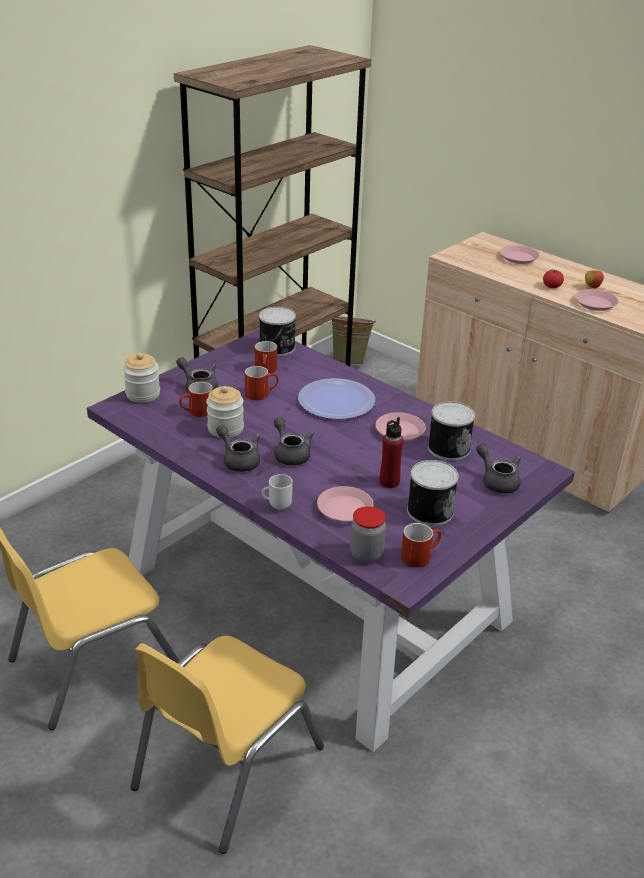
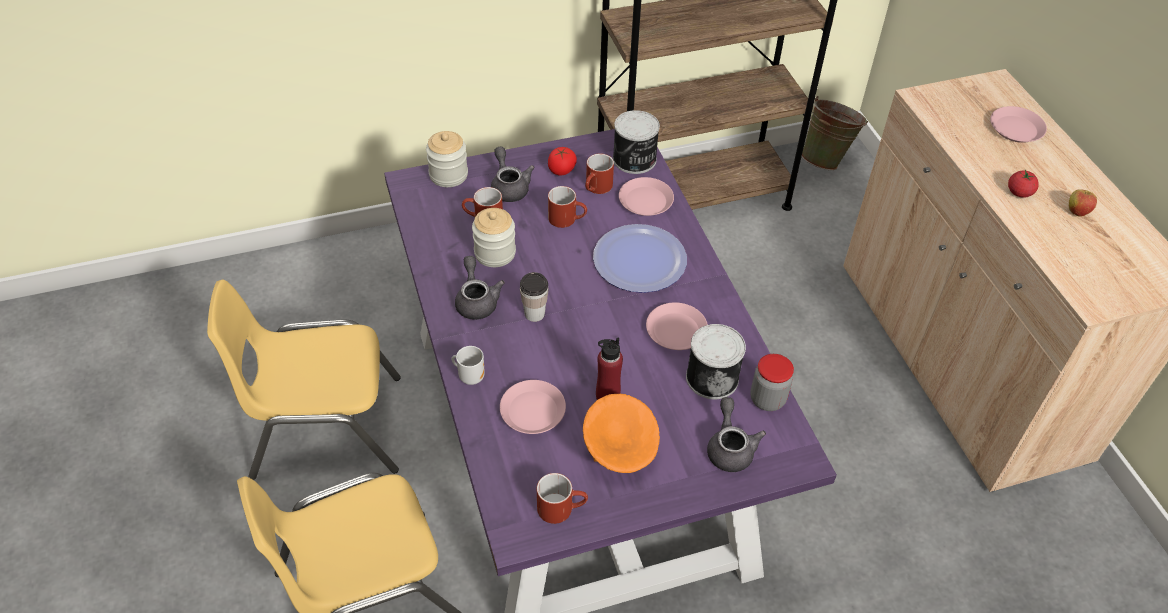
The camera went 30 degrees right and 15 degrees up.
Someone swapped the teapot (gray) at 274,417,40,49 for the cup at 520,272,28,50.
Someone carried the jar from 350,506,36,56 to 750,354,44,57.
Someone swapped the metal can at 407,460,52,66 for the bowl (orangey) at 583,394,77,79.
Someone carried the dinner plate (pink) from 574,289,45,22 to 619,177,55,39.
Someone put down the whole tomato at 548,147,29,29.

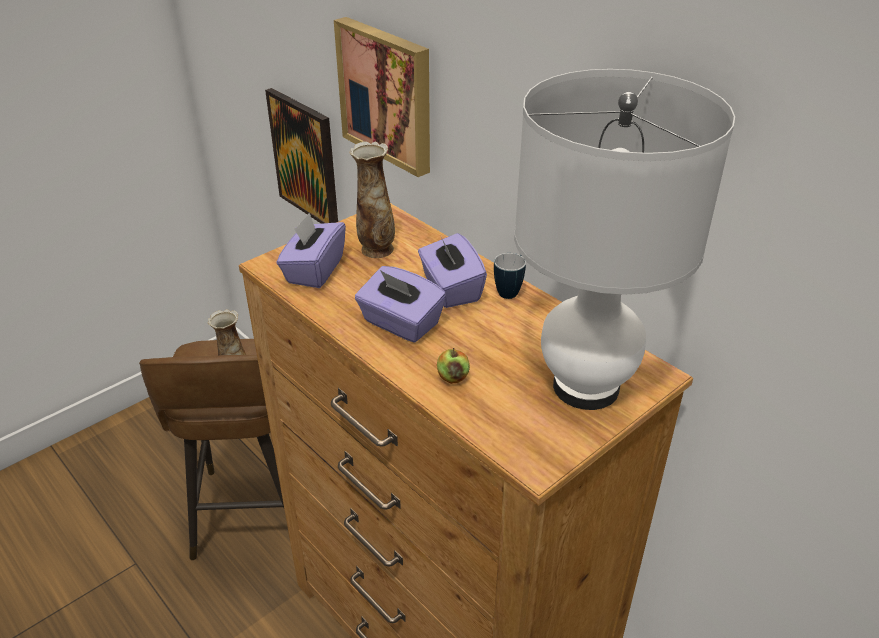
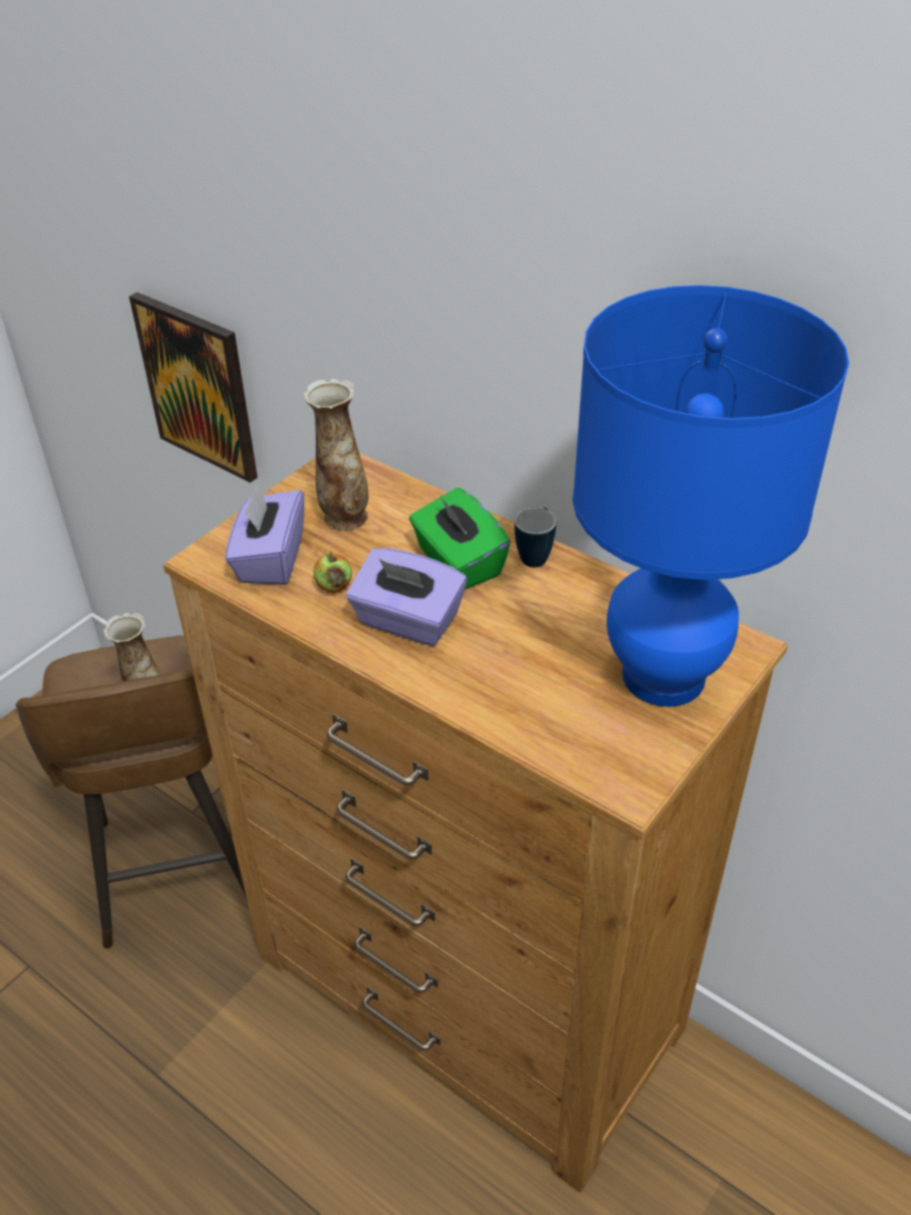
The camera went 10 degrees left and 5 degrees up.
Someone took away the wall art at 334,17,96,160.
Someone repainted the tissue holder (purple-coloured) at 418,233,69,75, which became the tissue holder (green) at 409,488,102,101.
Someone carried the apple from 437,348,33,36 to 313,552,39,41.
Someone repainted the tabletop lamp (whitish) at 514,69,221,341, which became the tabletop lamp (blue-coloured) at 573,285,276,422.

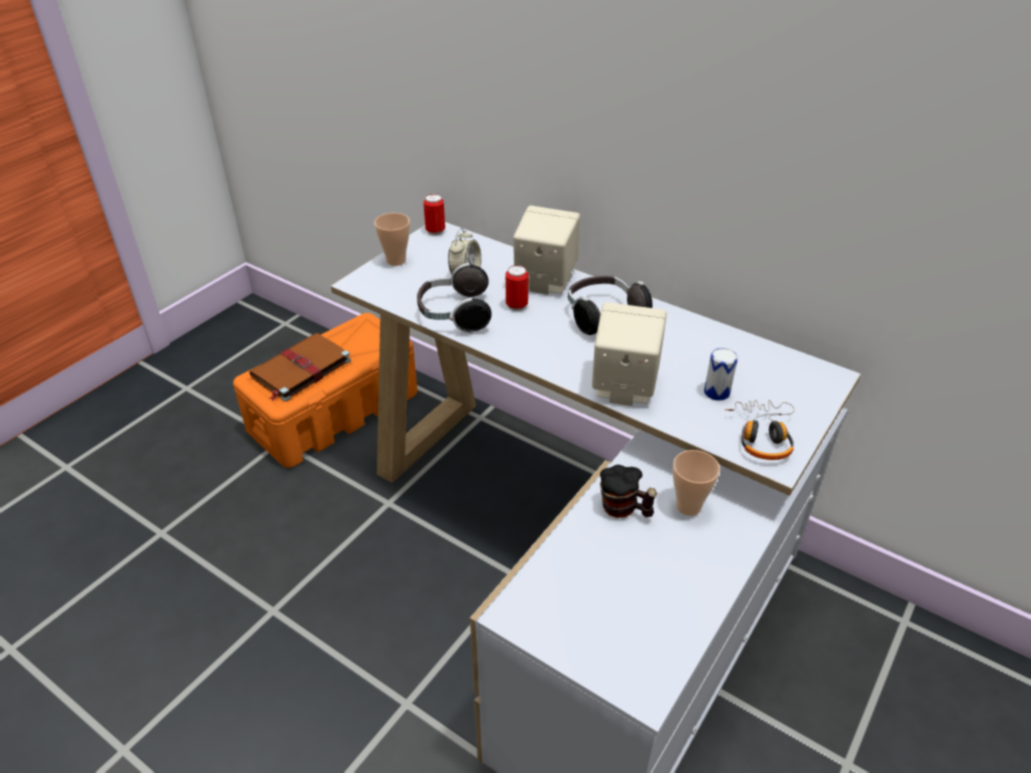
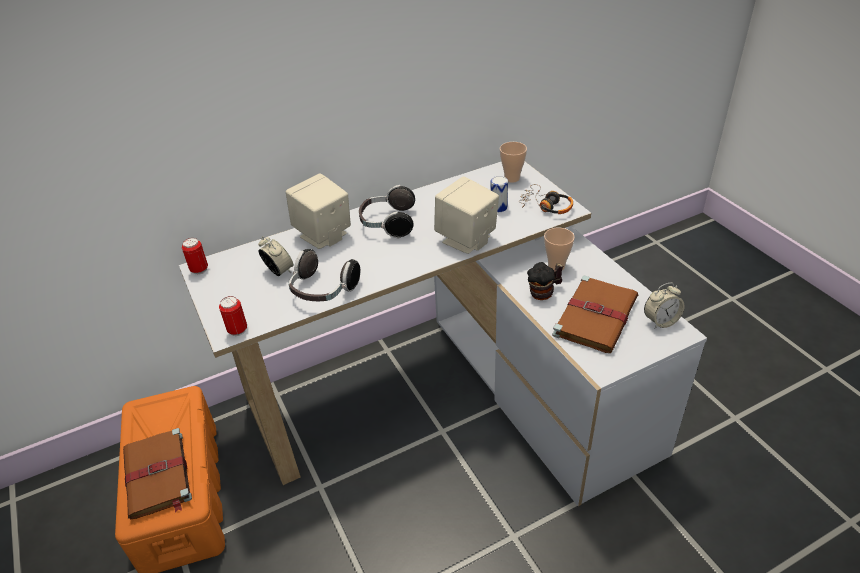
The camera went 60 degrees left and 0 degrees up.
Someone carried the cup from 374,213,36,53 to 500,142,27,41.
Someone carried the metal can from 506,265,23,46 to 219,296,28,40.
Someone put down the volume (brownish) at 552,276,86,77.
Someone put down the bedside clock at 644,283,40,46.

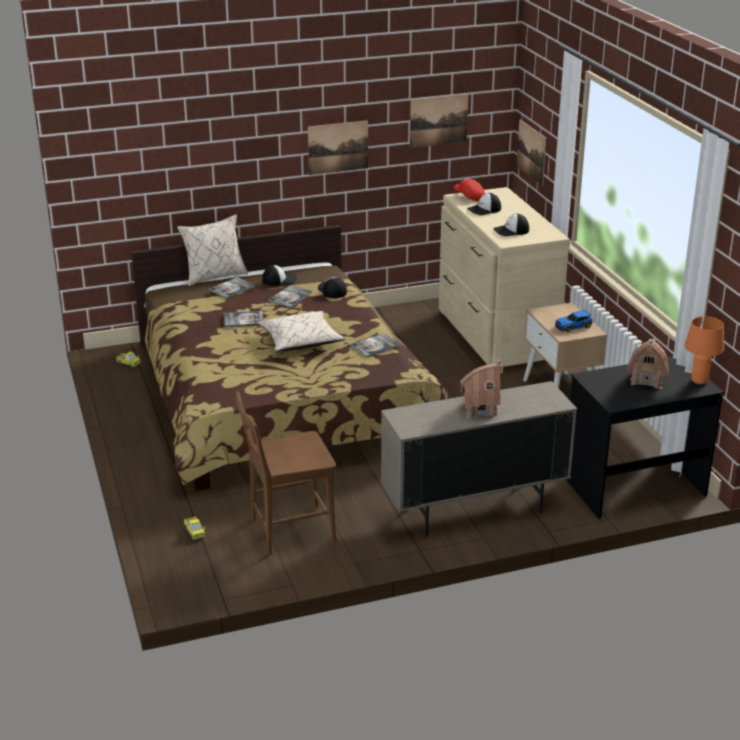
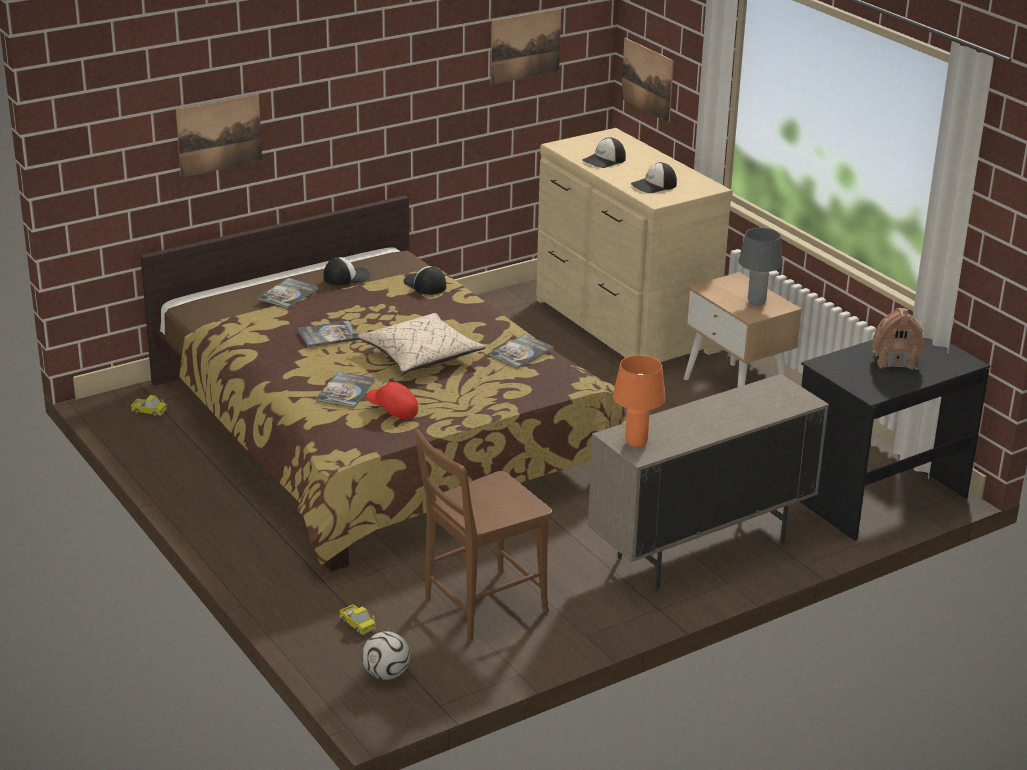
The camera went 15 degrees left and 0 degrees up.
Someone took away the throw pillow (beige-coloured) at 177,214,71,72.
Someone carried the volume from 268,285,44,23 to 316,372,60,36.
Someone carried the wall art from 308,120,60,55 to 176,94,86,84.
Someone carried the cap (red-coloured) from 454,179,31,22 to 367,382,51,37.
Someone took away the toy house at 460,360,42,58.
Someone swapped the toy car at 555,310,38,22 for the tabletop lamp (gray) at 739,228,44,77.
Someone carried the tabletop lamp (orangey) from 685,316,39,68 to 613,355,53,93.
Someone put down the football ball at 362,631,48,49.

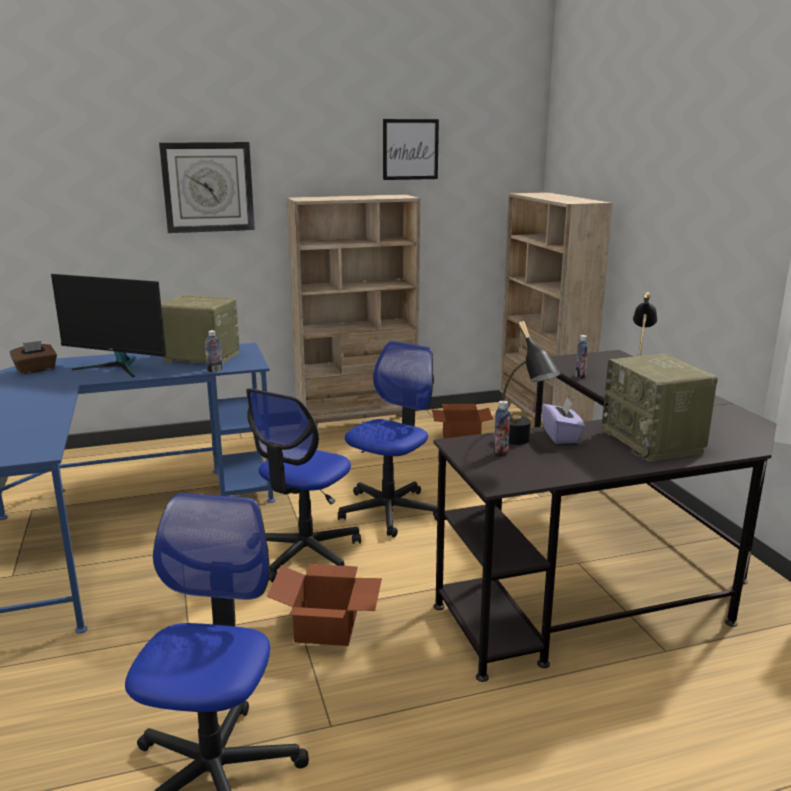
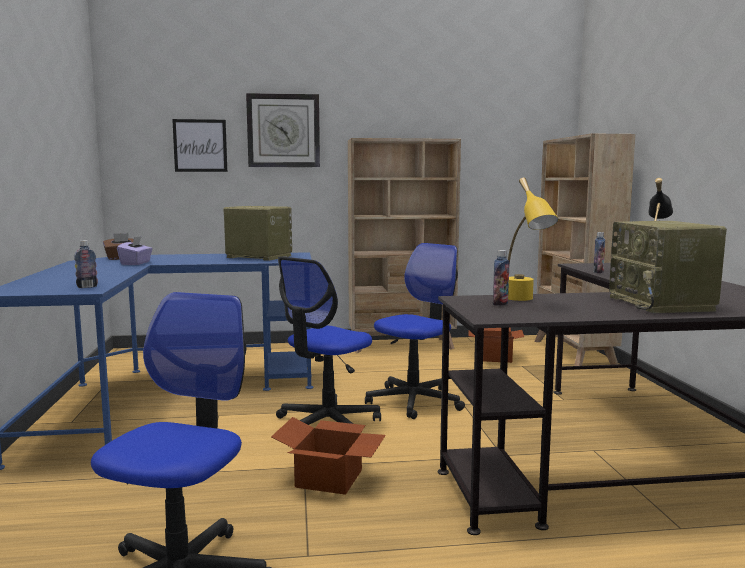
The camera went 10 degrees right and 10 degrees down.
Someone took away the monitor at 51,274,115,103.
Someone carried the beverage bottle from 205,330,18,43 to 74,240,24,48.
Someone carried the wall art from 383,119,56,61 to 172,119,55,53.
Someone repainted the tabletop lamp (black-coloured) at 501,321,60,124, which became the tabletop lamp (yellow) at 508,177,50,124.
Someone carried the tissue holder (purple-coloured) from 542,397,43,47 to 117,236,36,29.

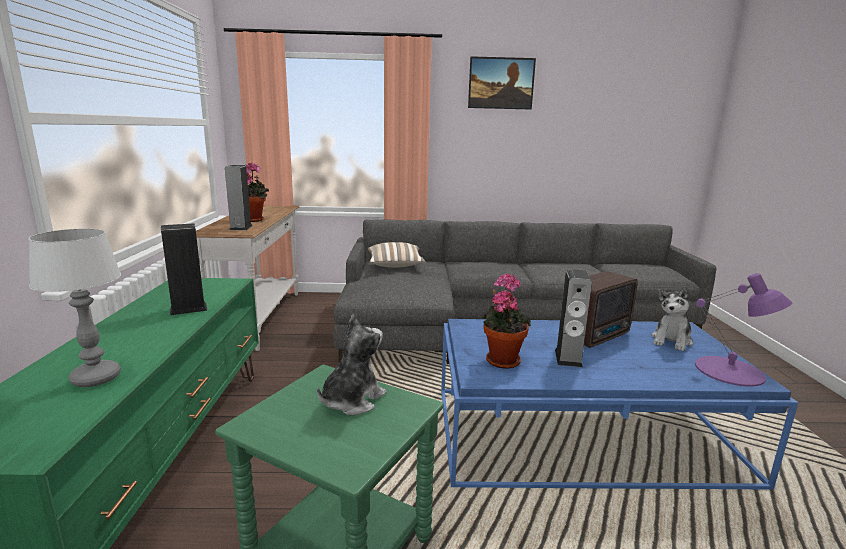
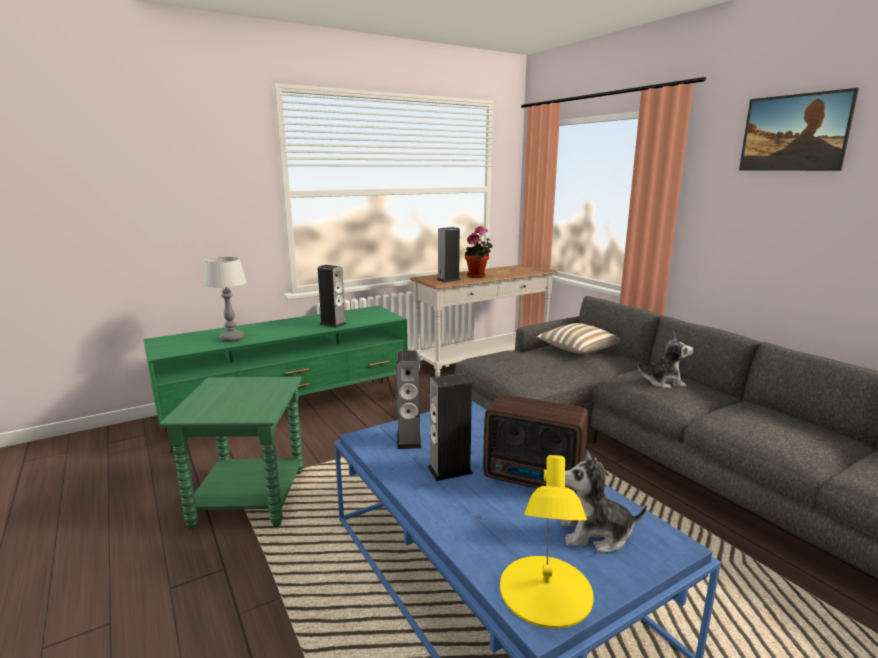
The camera went 60 degrees right and 0 degrees up.
Someone carried the plush toy from 317,314,70,101 to 638,332,55,57.
Someone swapped the potted plant at 482,273,49,95 for the loudspeaker at 397,350,25,99.
Someone repainted the tabletop lamp (purple-coloured) at 695,273,97,114, which became the tabletop lamp (yellow) at 500,455,94,173.

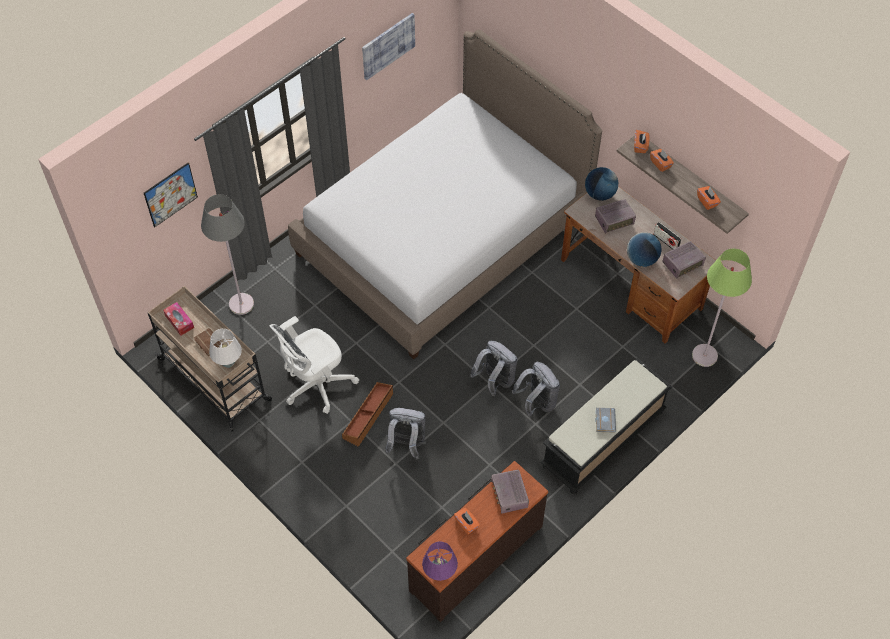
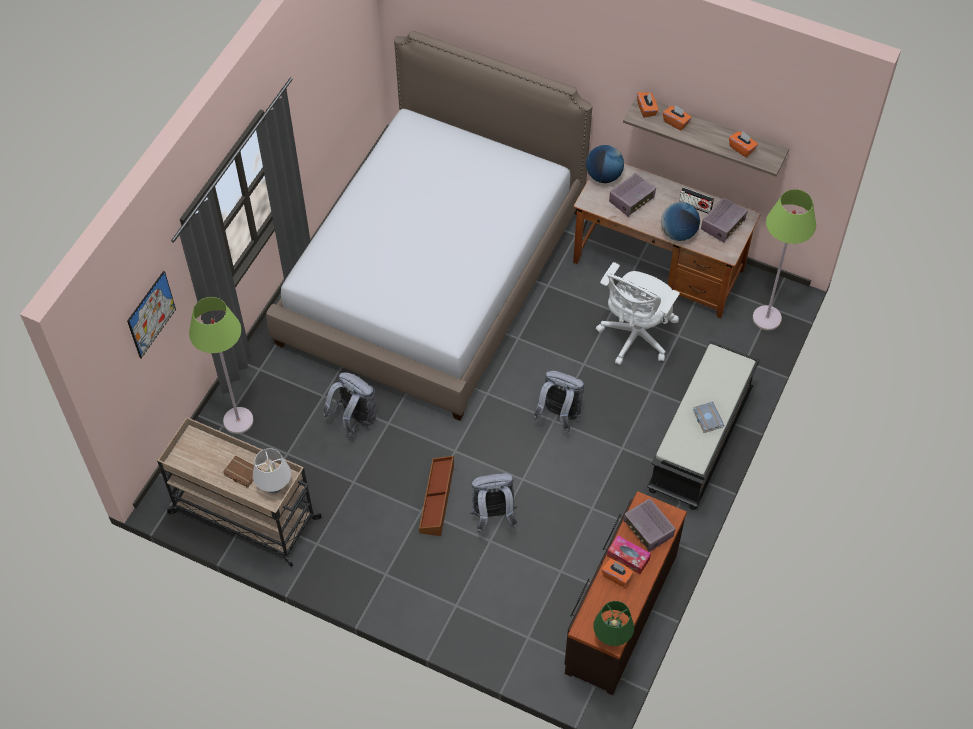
The camera went 20 degrees left and 0 degrees up.
Someone carried the tissue holder from 163,302,31,34 to 607,535,44,39.
Someone repainted the standard lamp (gray) at 201,194,53,121, which became the standard lamp (green) at 189,297,65,137.
Someone carried the office chair (whitish) from 269,316,90,98 to 596,262,84,103.
Someone took away the wall art at 362,13,53,67.
Someone repainted the tabletop lamp (purple-coloured) at 422,541,36,40, which became the tabletop lamp (green) at 593,601,41,45.
Someone carried the backpack (gray) from 512,362,48,55 to 323,372,53,64.

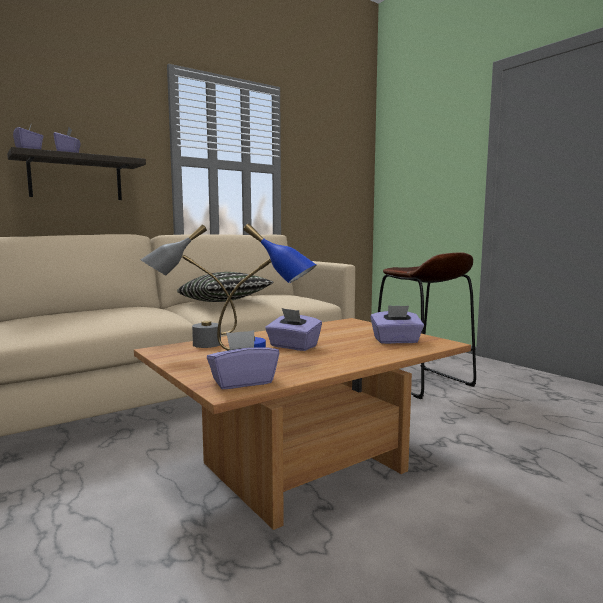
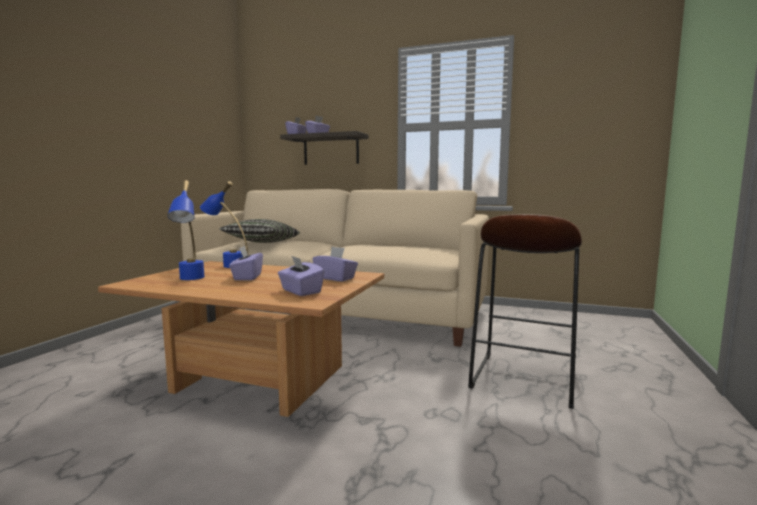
The camera went 55 degrees right and 0 degrees up.
Someone repainted the tabletop lamp (gray) at 141,225,96,123, which became the tabletop lamp (blue-coloured) at 200,181,48,87.
Someone carried the throw pillow from 177,272,97,30 to 219,219,81,24.
Someone carried the tissue holder (purple-coloured) from 207,330,72,59 to 313,247,45,34.

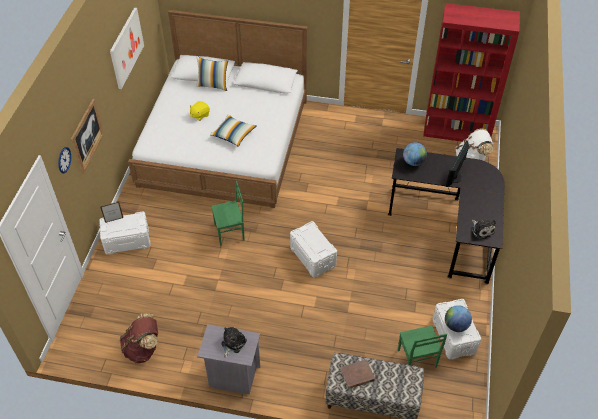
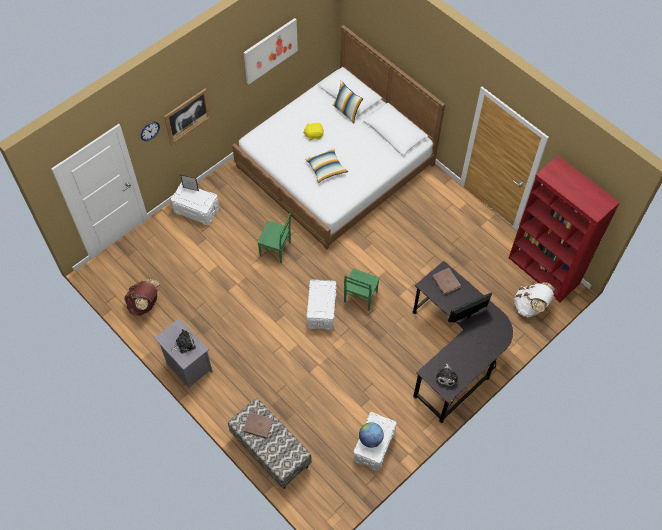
The camera went 35 degrees right and 10 degrees up.
Someone carried the upright chair (green) from 398,326,49,42 to 344,268,36,43.
Someone swapped the desk globe at 403,142,24,24 for the volume (brownish) at 432,268,29,27.

